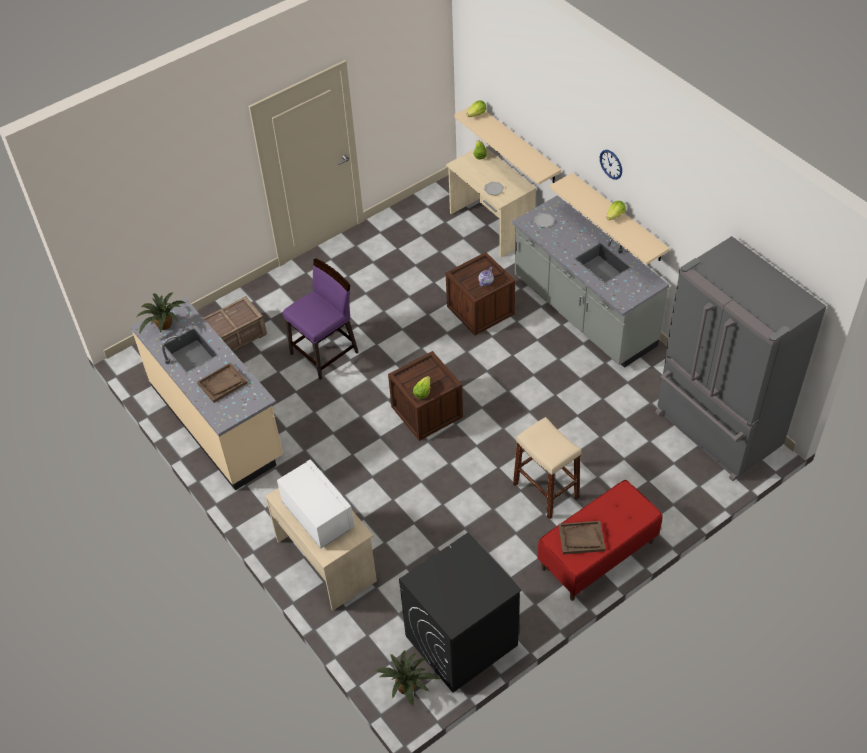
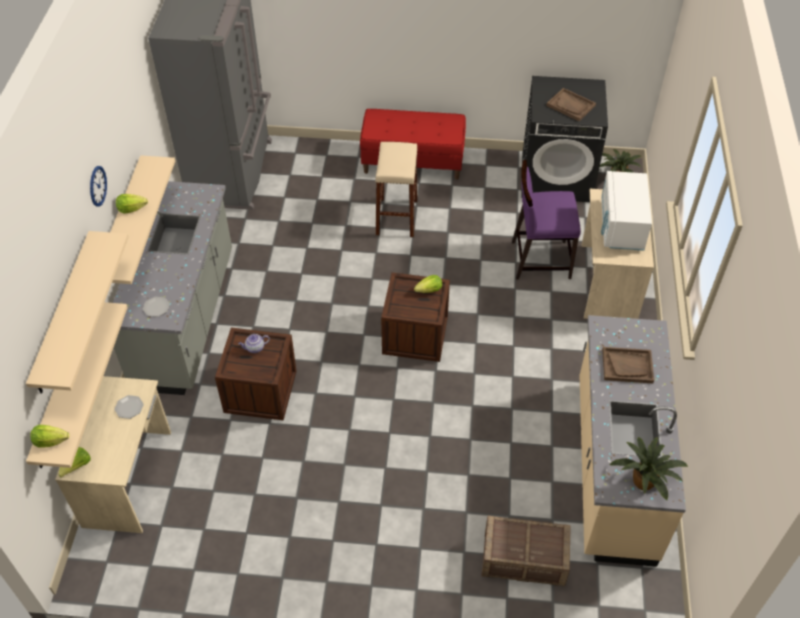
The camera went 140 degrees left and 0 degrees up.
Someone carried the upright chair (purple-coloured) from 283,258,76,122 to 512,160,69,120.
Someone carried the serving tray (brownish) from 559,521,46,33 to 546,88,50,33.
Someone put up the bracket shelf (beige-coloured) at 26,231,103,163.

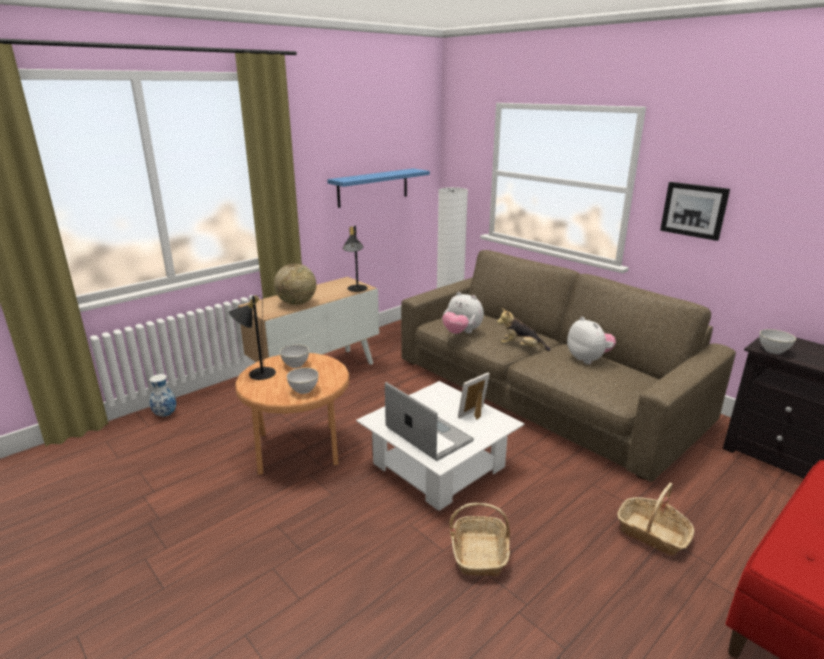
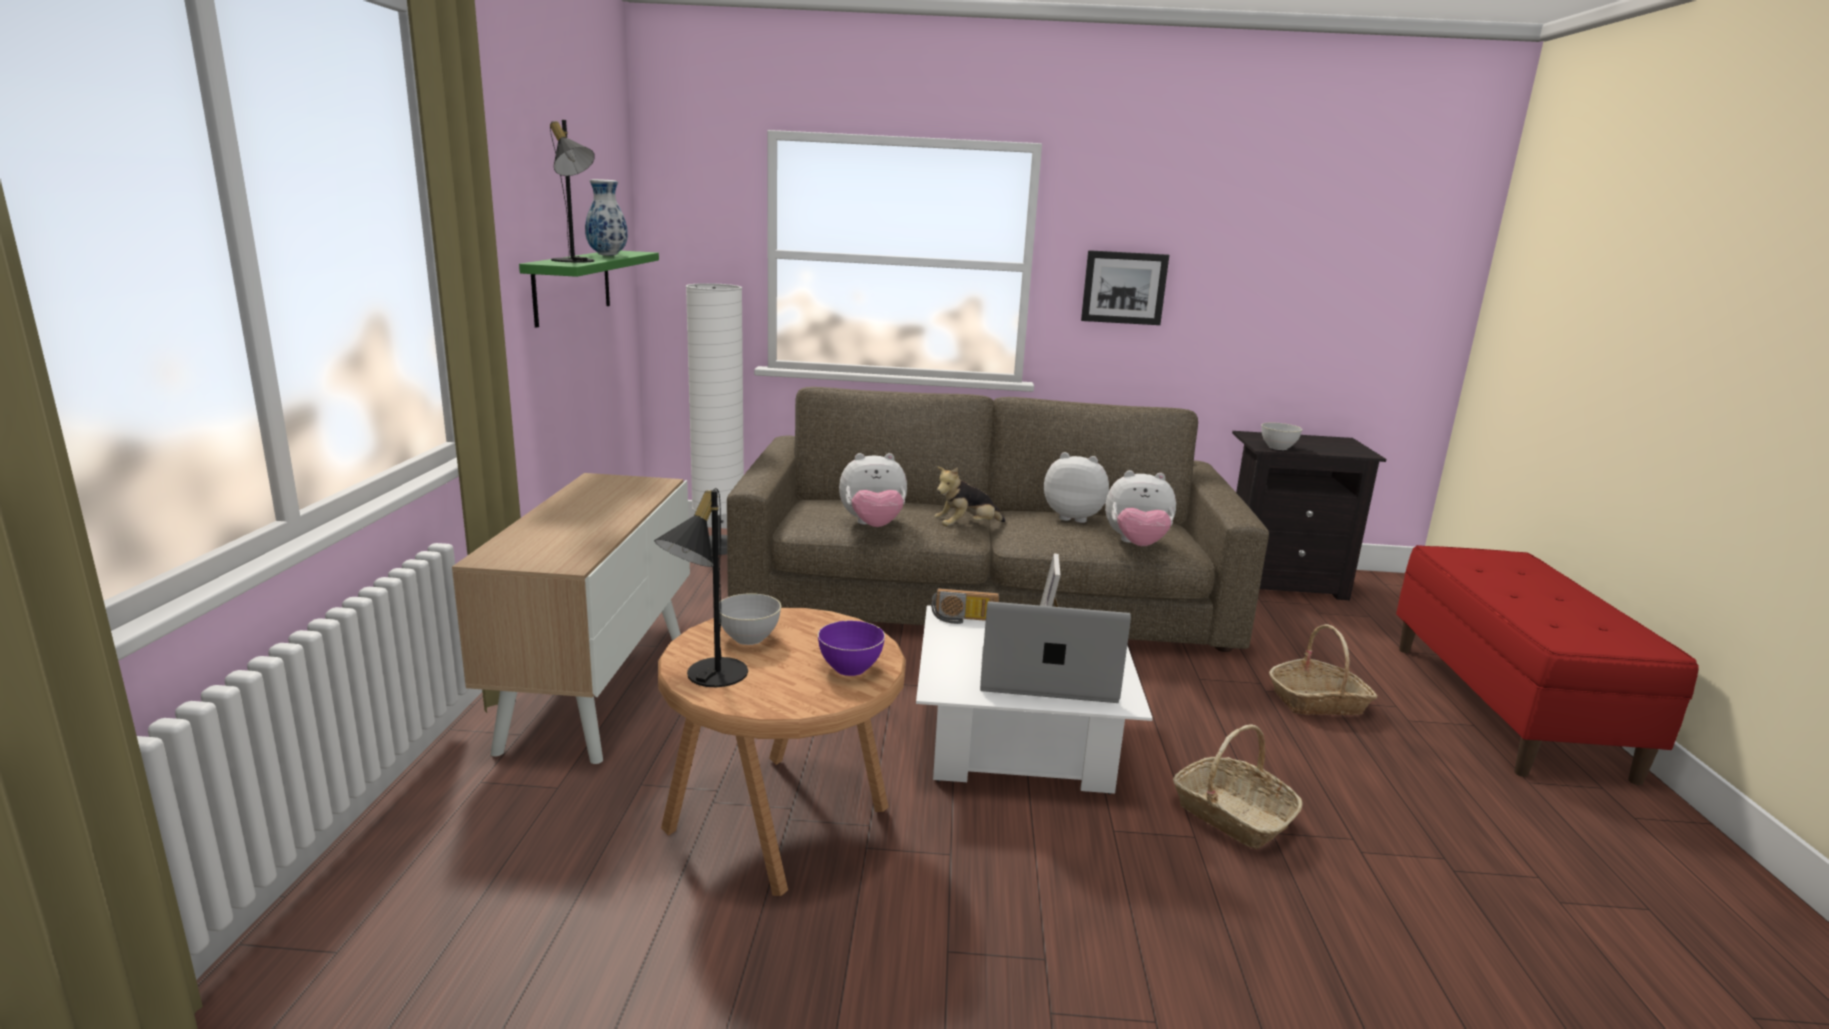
The camera went 45 degrees left and 5 degrees down.
Someone carried the flower vase from 149,374,27,43 to 585,179,43,77.
Someone took away the desk globe at 274,263,42,42.
Someone repainted the bowl (gray) at 286,368,33,26, which became the bowl (purple-coloured) at 818,621,67,55.
Someone repainted the bracket shelf (blue-coloured) at 327,168,103,40, which became the bracket shelf (green) at 519,251,140,77.
Someone carried the tabletop lamp (black-coloured) from 343,226,24,66 to 550,120,45,143.
Someone put down the radio at 931,588,68,36.
Someone put down the plush toy at 1105,470,71,76.

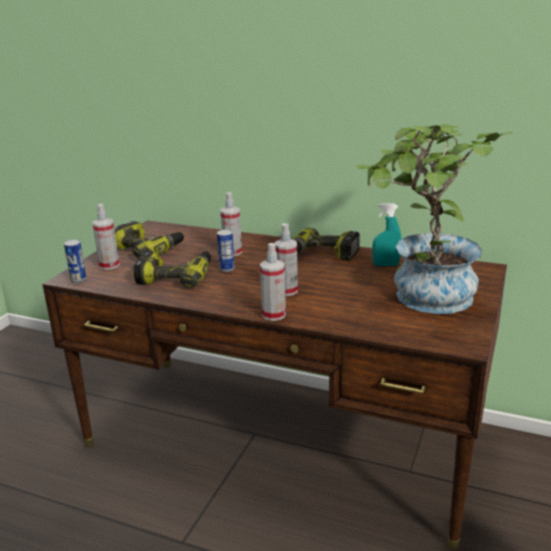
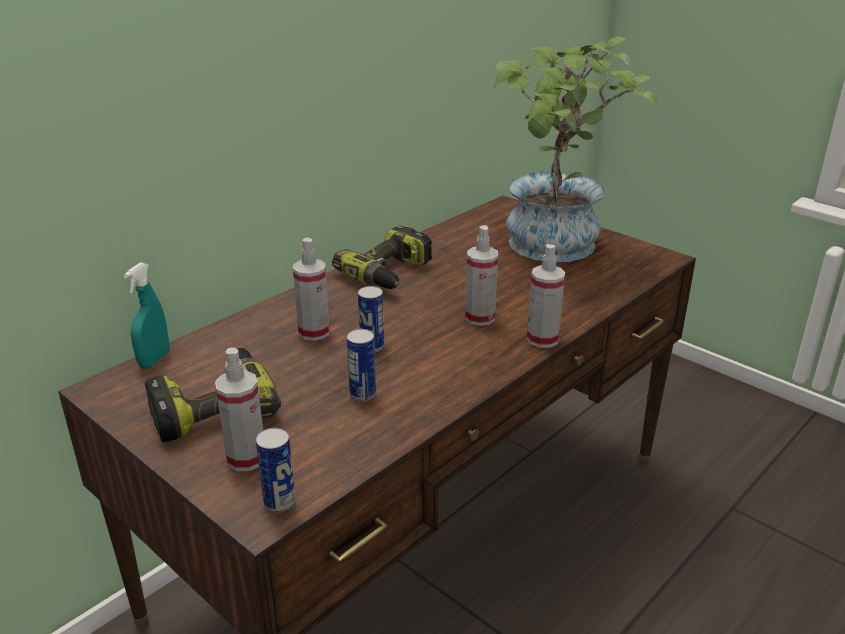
The camera went 70 degrees left and 5 degrees up.
Someone swapped the electric drill at 134,251,77,37 for the metal can at 347,329,29,72.
Someone carried the sprayer (turquoise-coloured) from 372,203,29,63 to 124,263,45,105.

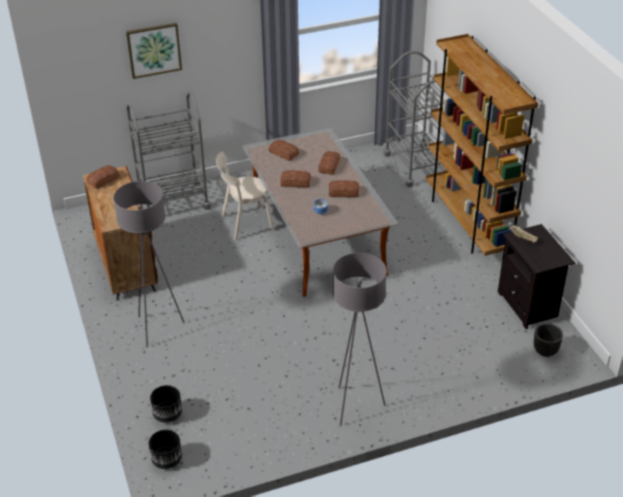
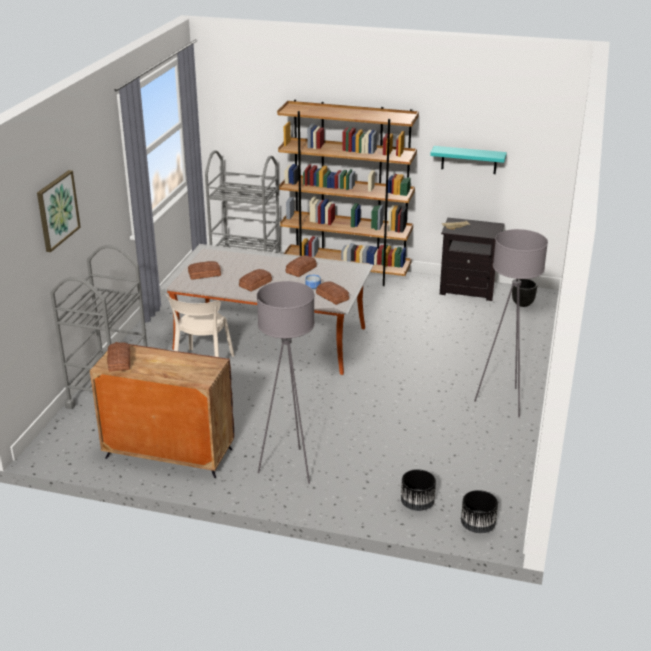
The camera went 55 degrees left and 10 degrees down.
Someone carried the baked bread from 319,151,21,24 to 316,281,33,24.
Someone put up the bracket shelf (turquoise-coloured) at 430,146,77,28.

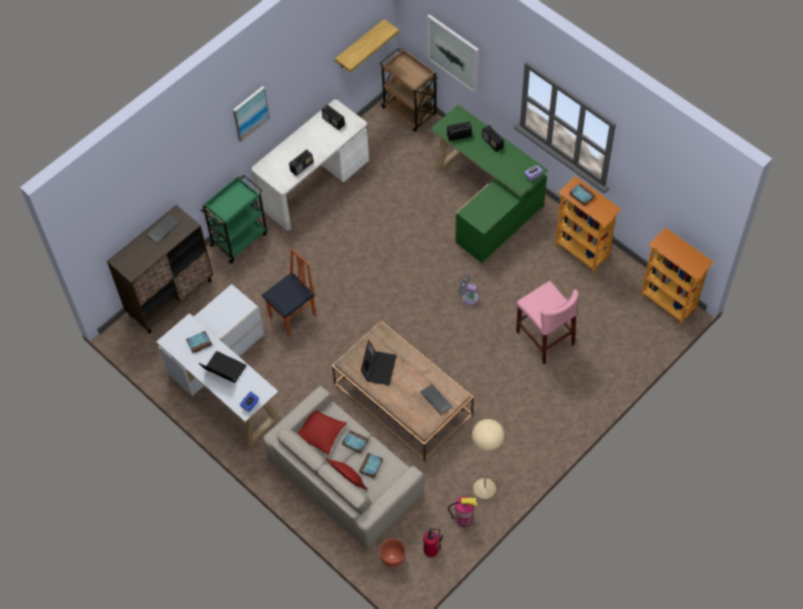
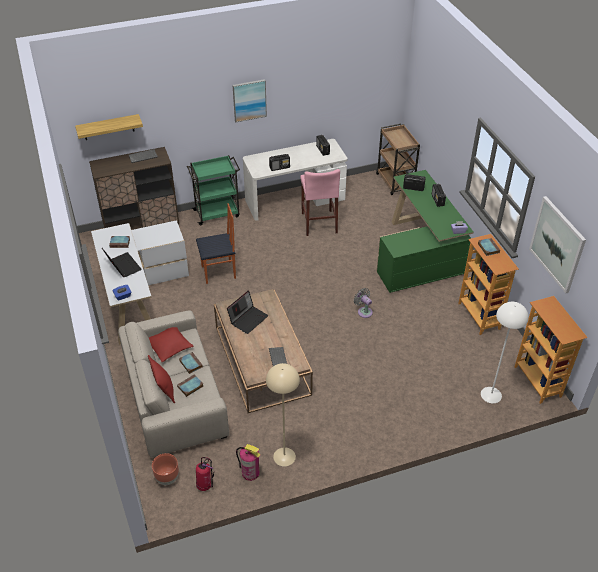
The camera went 25 degrees right and 15 degrees down.
Someone carried the bracket shelf from 335,19,64,53 to 75,114,68,26.
Someone carried the wall art from 427,14,52,80 to 529,196,57,97.
Someone carried the sitting stool (pink) from 516,281,63,83 to 300,169,40,67.
Someone put down the standard lamp (whitish) at 481,302,48,101.

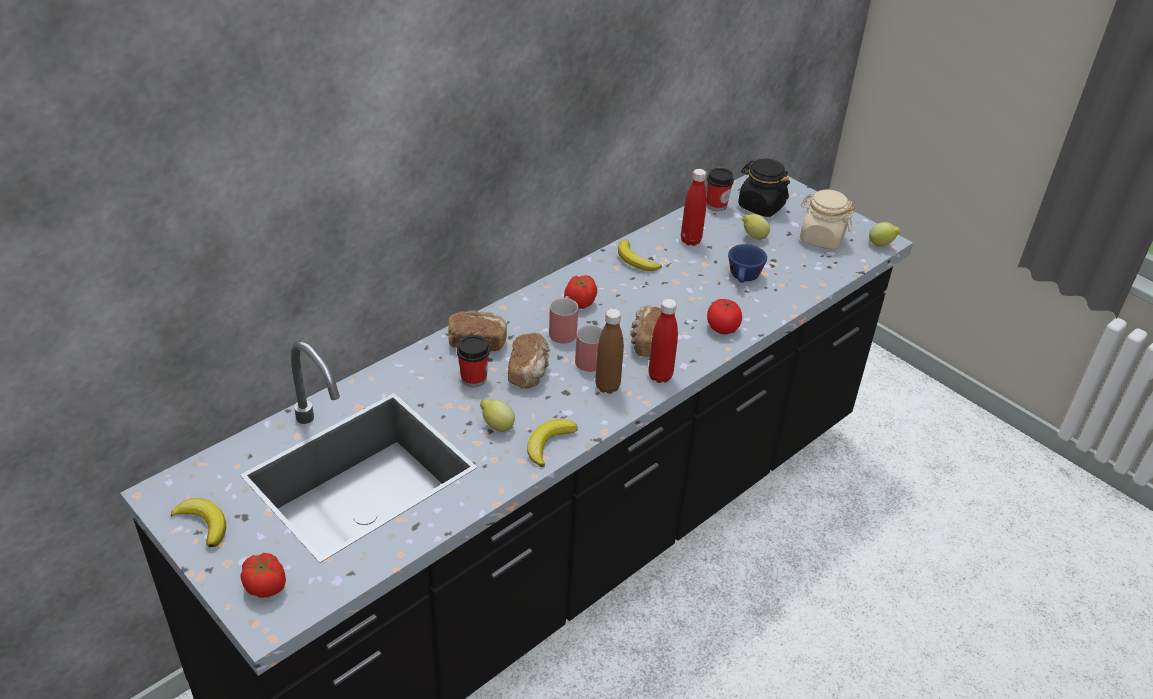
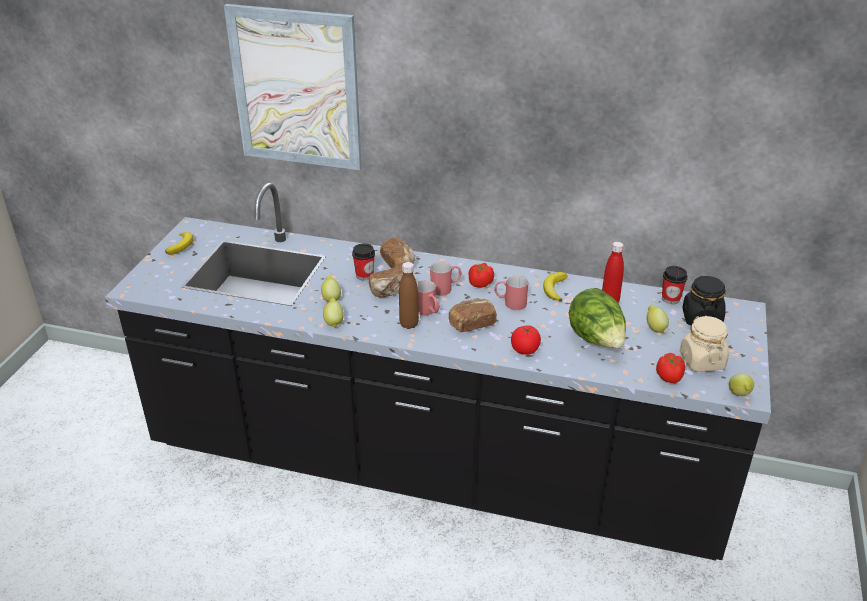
The camera went 60 degrees right and 5 degrees down.
Someone carried the whole tomato from 240,553,46,45 to 656,353,29,30.
Someone swapped the banana at 527,419,51,48 for the whole lemon at 323,298,21,30.
Someone took away the beverage bottle (red-coloured) at 648,299,30,84.
Someone swapped the cup (blue-coloured) at 728,244,39,39 for the lettuce at 569,288,57,60.
Someone put up the wall art at 224,4,138,166.
Someone put down the coffee mug (red-coloured) at 494,275,34,35.

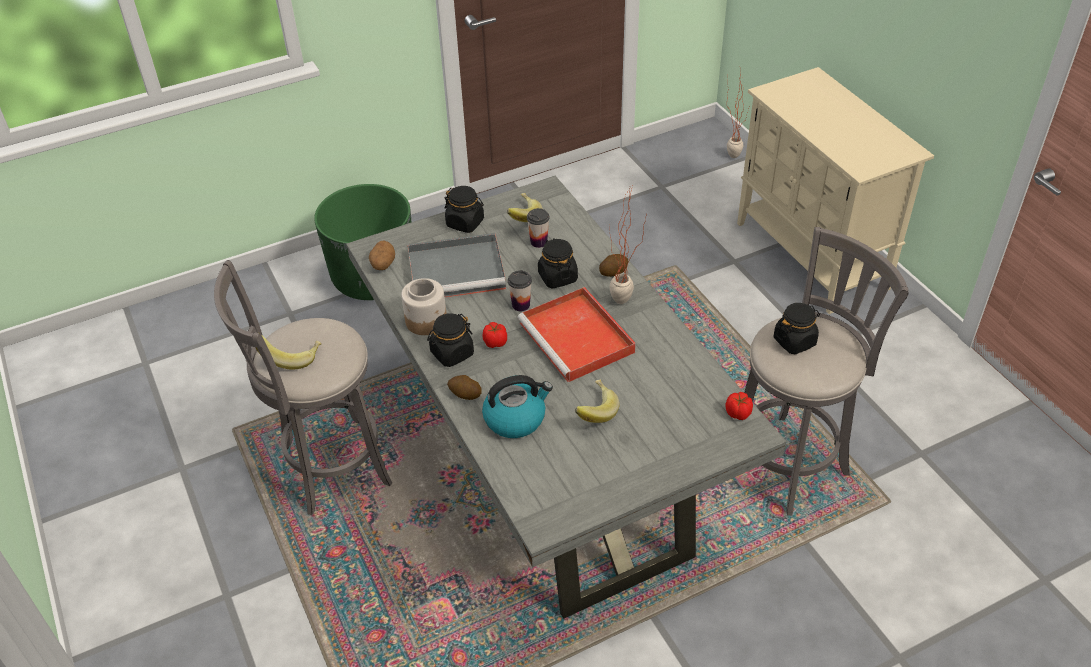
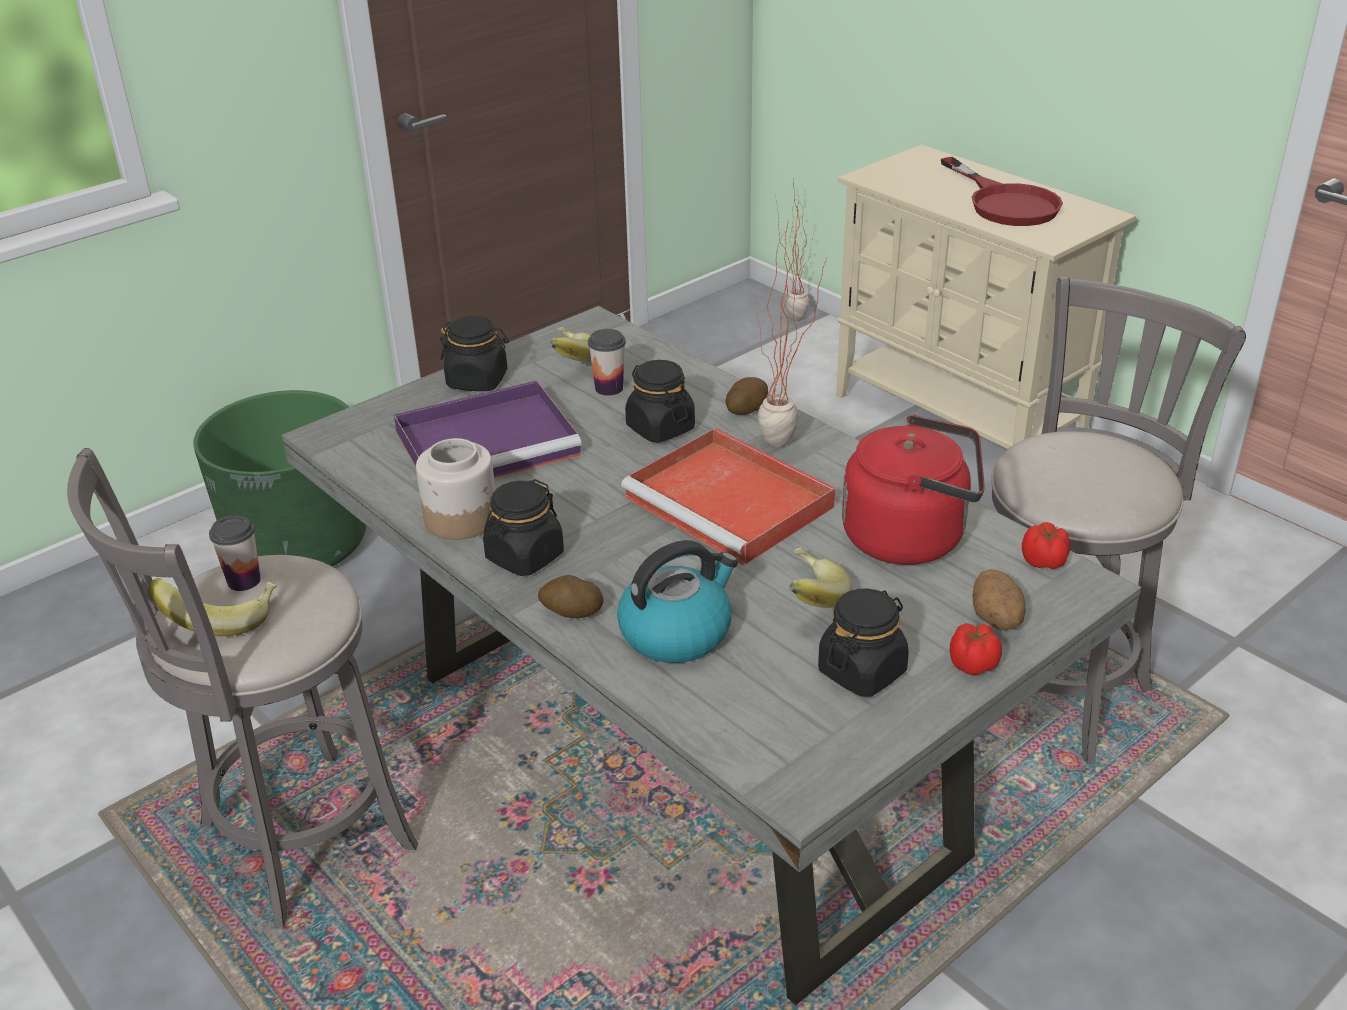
The camera went 15 degrees left and 10 degrees down.
Someone carried the whole potato from 369,241,26,29 to 973,569,53,61.
Someone repainted the serving tray (gray) at 408,233,98,64, which became the serving tray (purple-coloured) at 394,381,188,97.
Someone carried the whole tomato from 483,322,24,26 to 950,623,52,52.
Someone carried the cup from 508,270,24,41 to 209,515,52,76.
Someone carried the jar (black-coloured) from 774,303,46,51 to 818,589,91,108.
Someone put down the tea kettle (red-coloured) at 842,415,143,150.
Someone put down the frying pan (red-coloured) at 941,157,122,69.

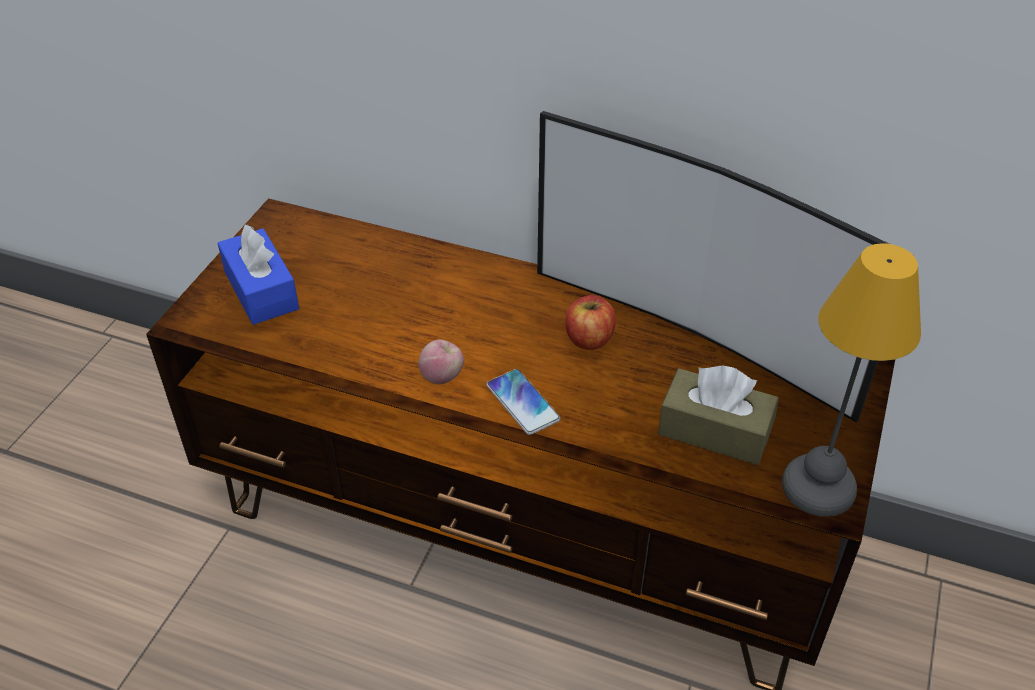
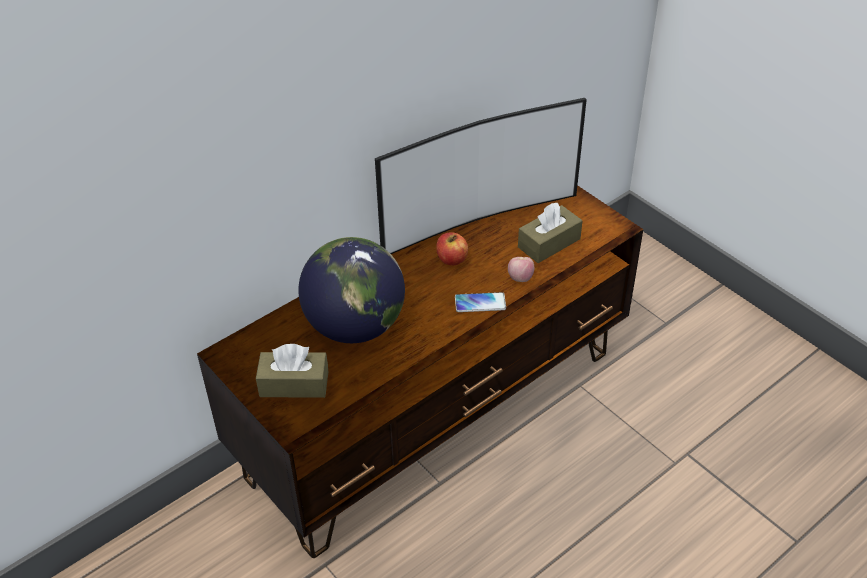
The camera went 60 degrees left and 0 degrees up.
Someone repainted the tissue holder (blue-coloured) at 217,225,82,100, which became the tissue holder (brownish) at 256,344,73,54.
Someone carried the apple from 418,340,46,45 to 508,257,26,25.
Someone took away the tabletop lamp at 782,243,139,274.
Someone put down the desk globe at 298,237,107,106.

